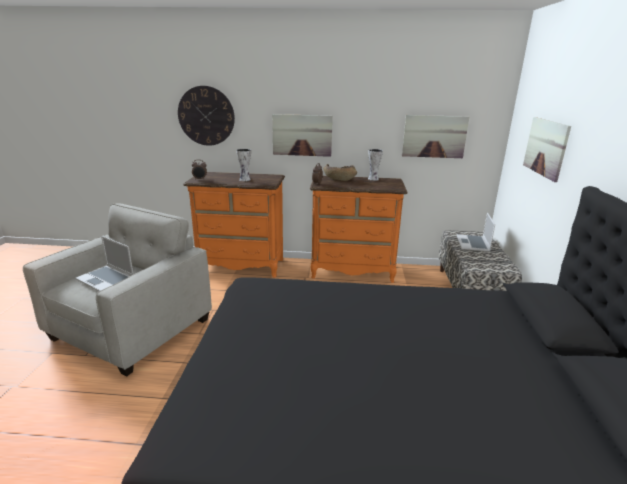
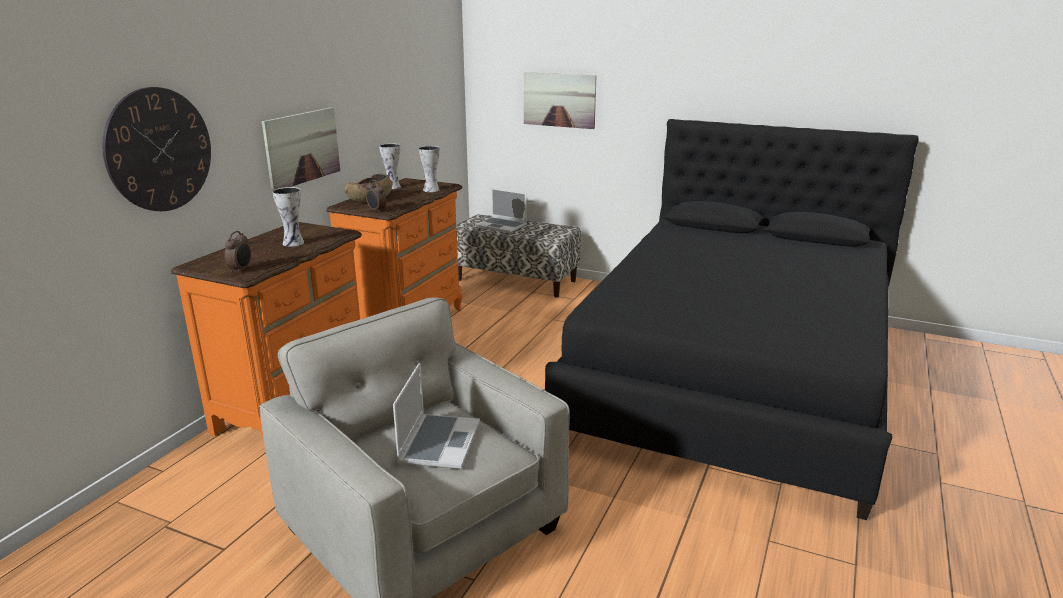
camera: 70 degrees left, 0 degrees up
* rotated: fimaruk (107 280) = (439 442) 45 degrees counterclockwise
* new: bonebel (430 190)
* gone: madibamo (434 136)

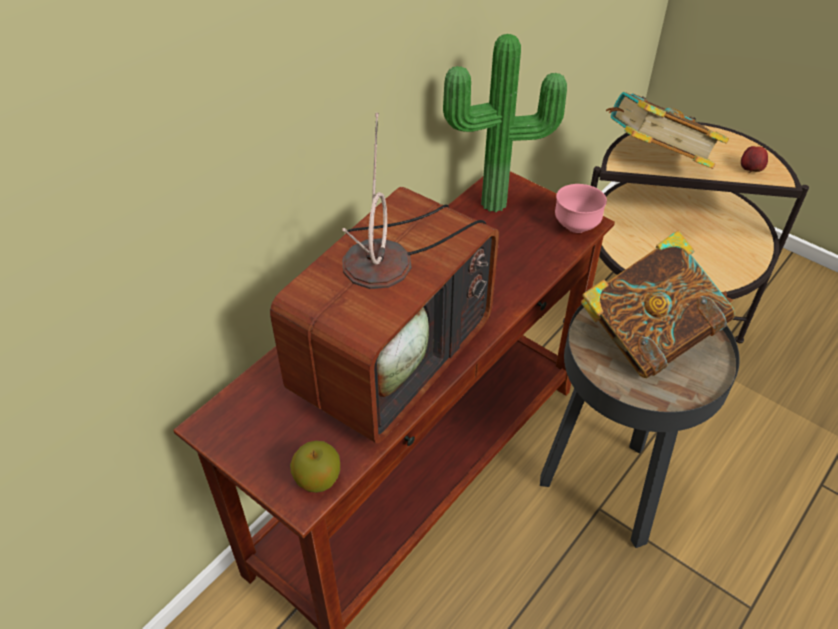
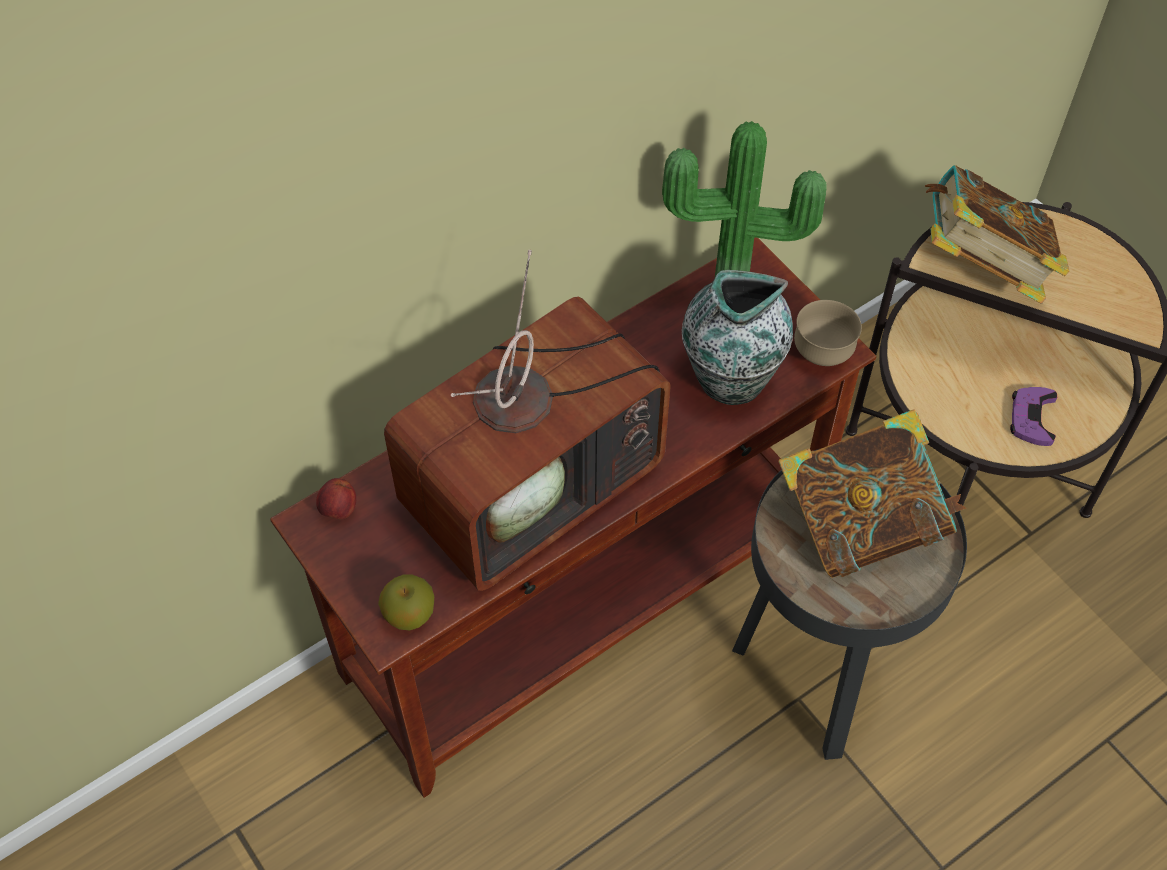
camera: 15 degrees right, 10 degrees up
* shifted: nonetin (750 170) to (339 510)
* new: bonebel (729 380)
* repainted: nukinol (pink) (576 226) to nukinol (brown) (822 352)
* new: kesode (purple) (1031 418)

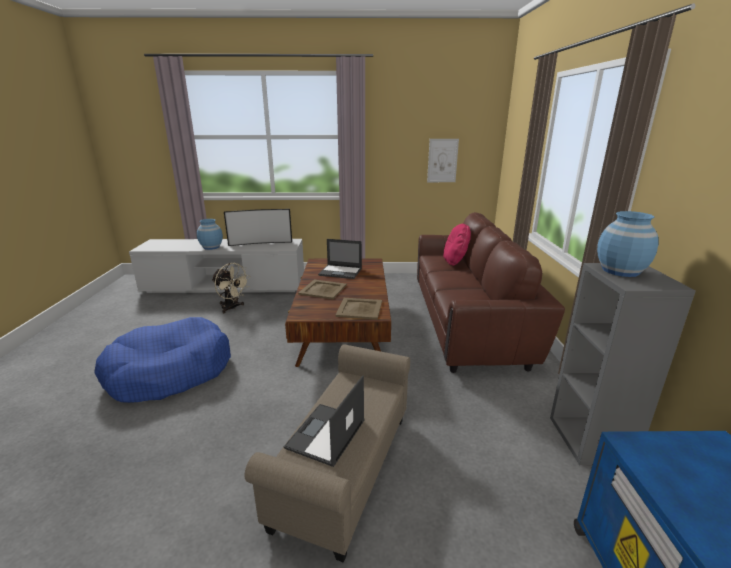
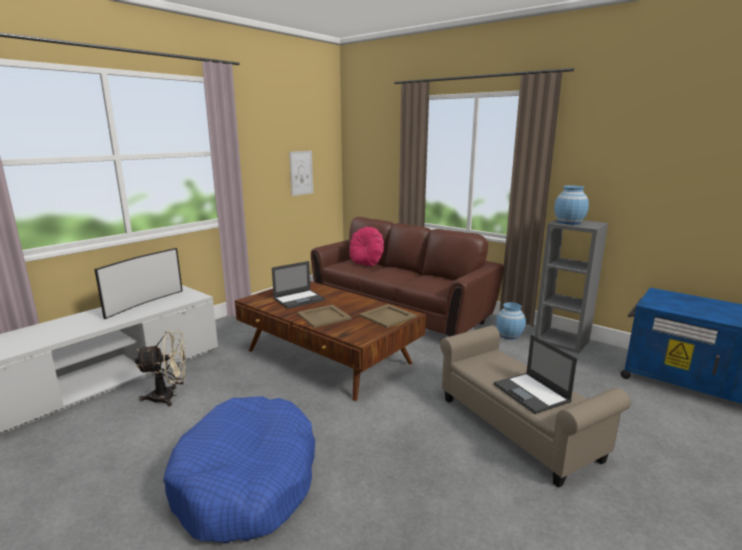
camera: 50 degrees left, 5 degrees down
* shifted: bonebel (blue) (211 247) to (509 335)

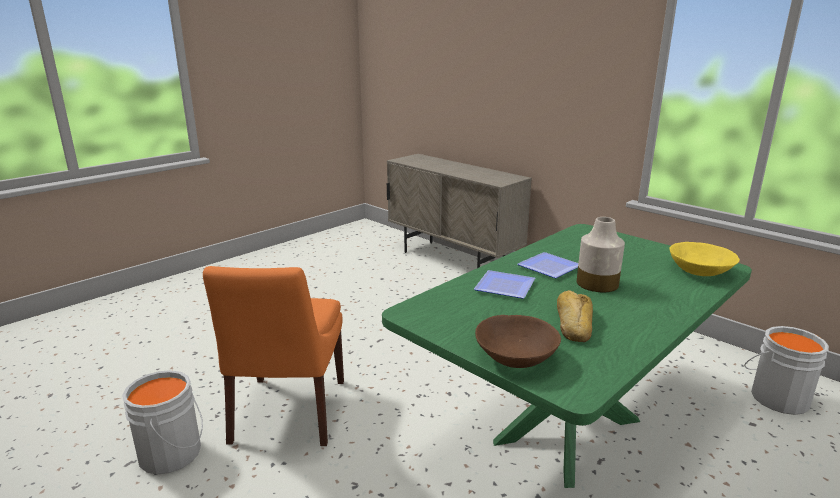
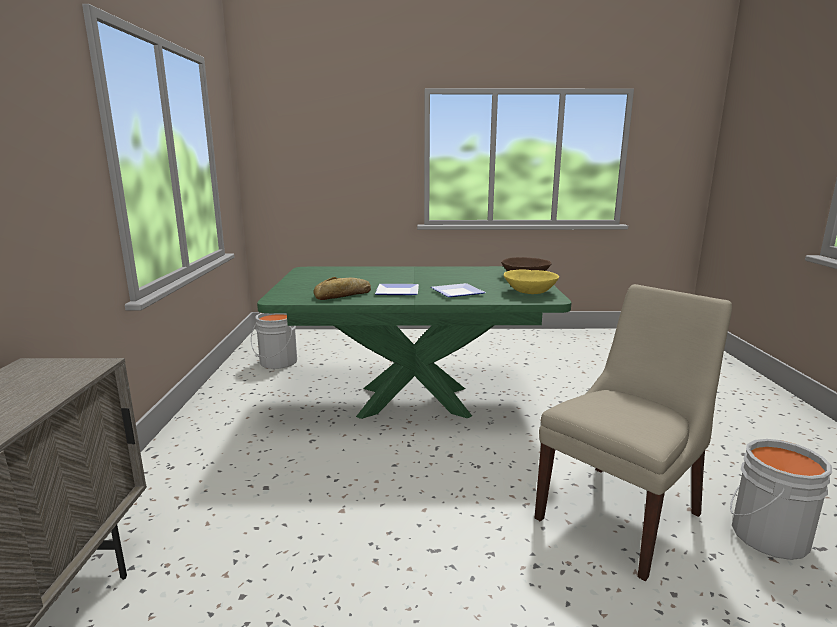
camera: 135 degrees left, 5 degrees down
* shifted: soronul (573 323) to (344 295)
* shifted: nukinol (yellow) (699 272) to (530 292)
* repainted: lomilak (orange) (288 414) to lomilak (beige) (621 514)
* gone: bonebel (beige) (596 283)

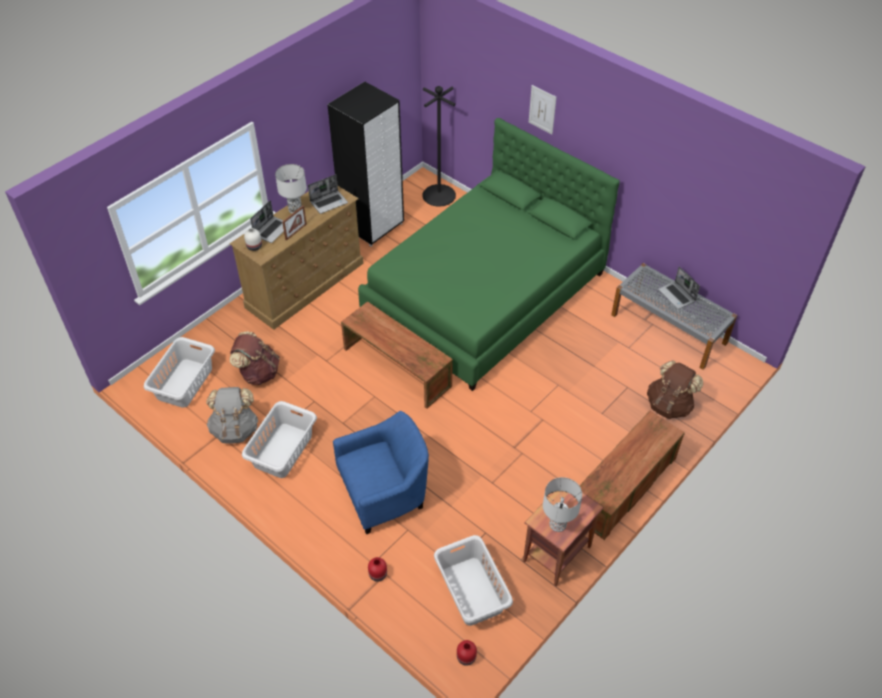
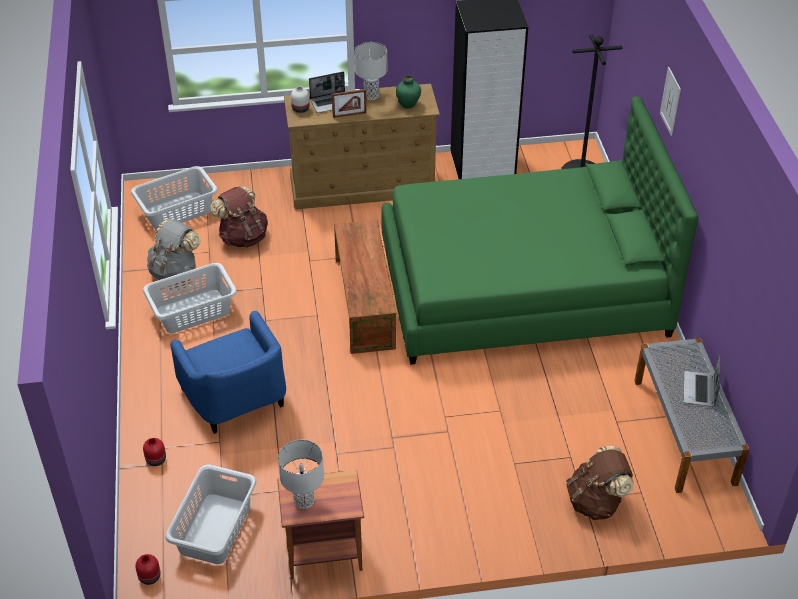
camera: 40 degrees right, 5 degrees down
* rotated: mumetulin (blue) (384 491) = (236 398) 45 degrees clockwise
* swapped: fimaruk (329 202) to bonebel (green) (408 104)
* gone: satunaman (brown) (624 487)

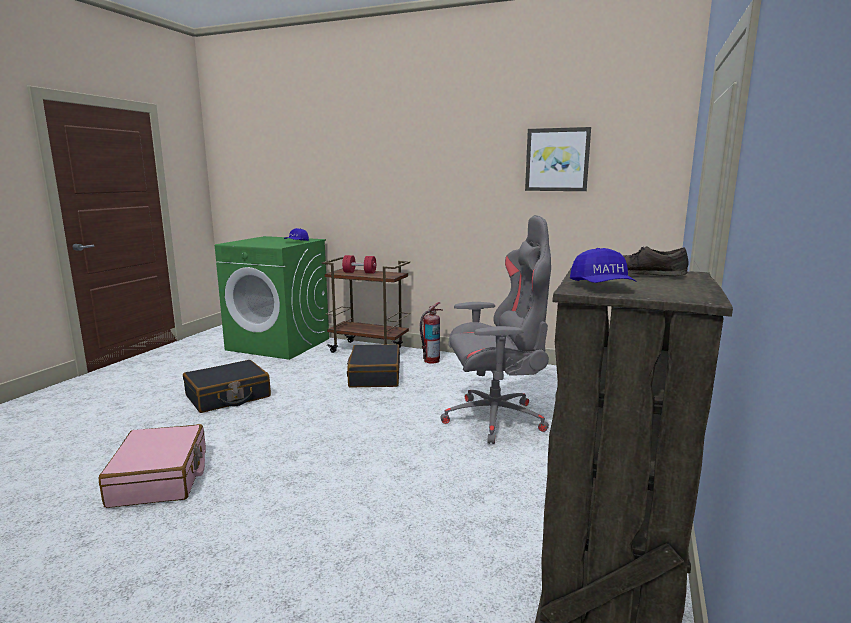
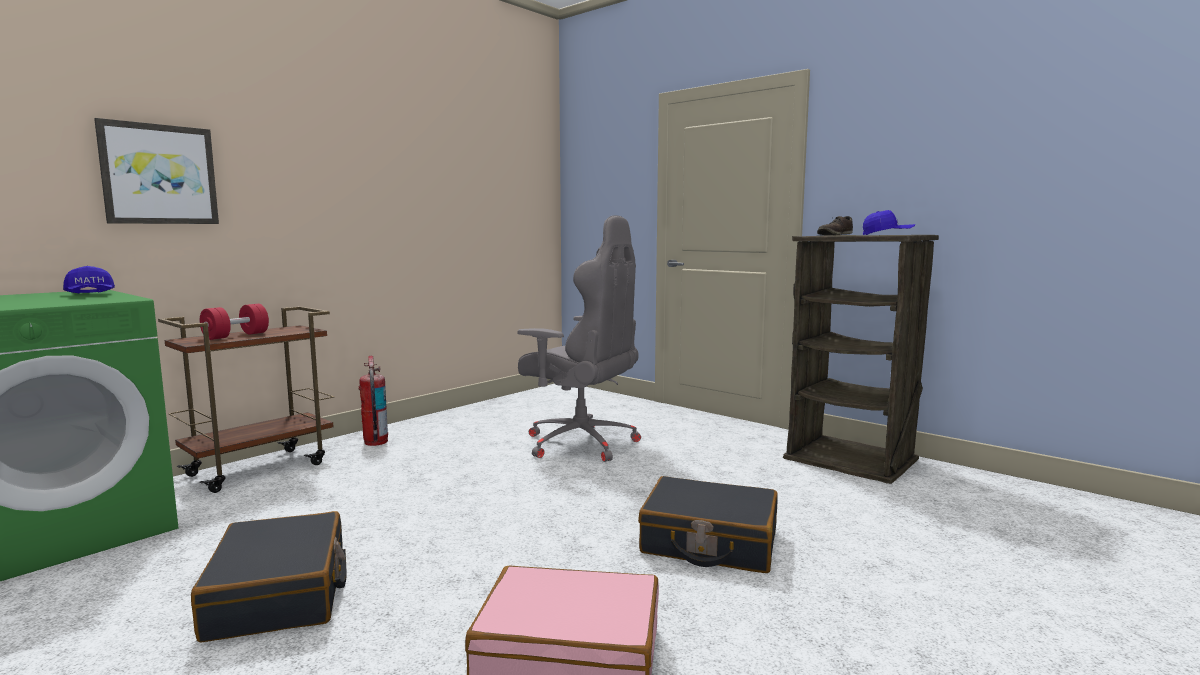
camera: 70 degrees left, 5 degrees down
* shifted: madibamo (557 160) to (159 174)
* rotated: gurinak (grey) (493 419) = (579 443) 105 degrees clockwise
* shifted: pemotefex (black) (374 375) to (709 542)

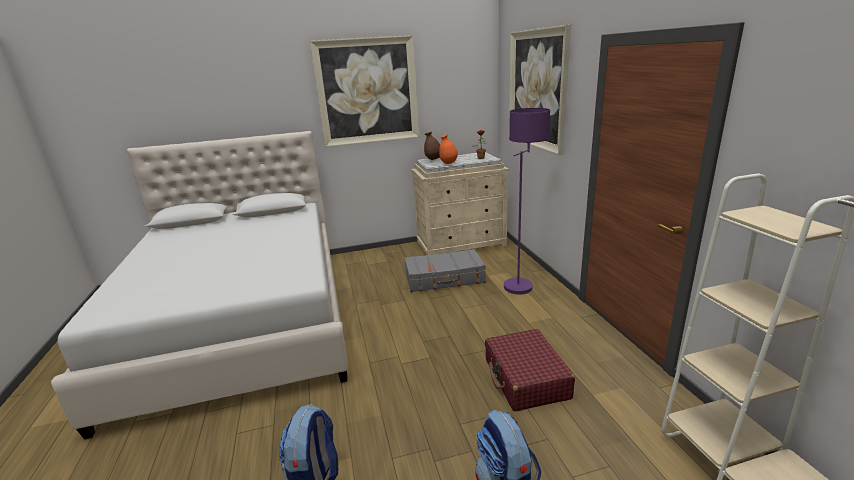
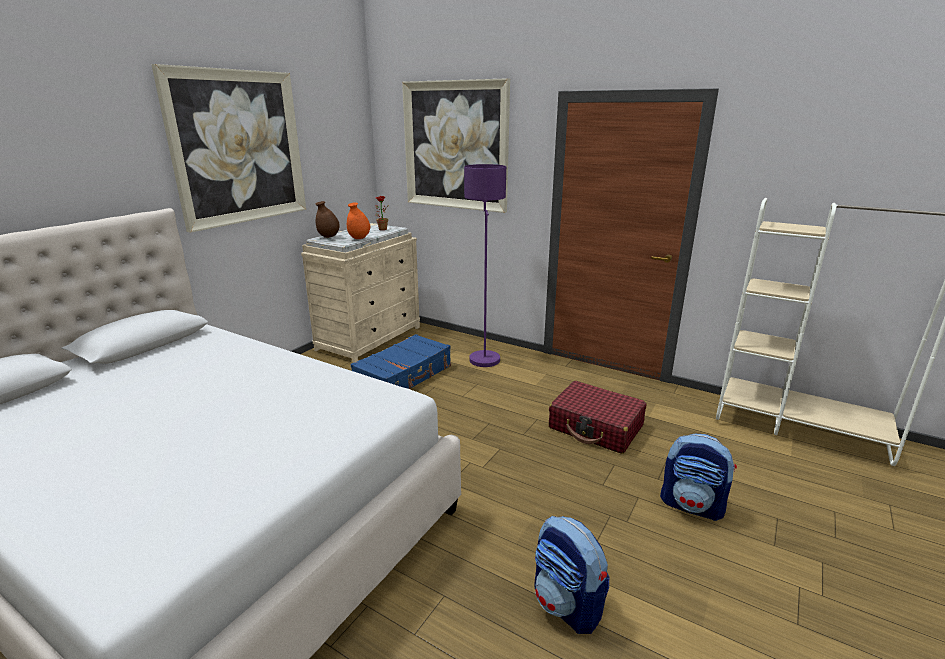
camera: 45 degrees left, 0 degrees up
* repainted: pemotefex (grey) (445 279) to pemotefex (blue) (404 376)

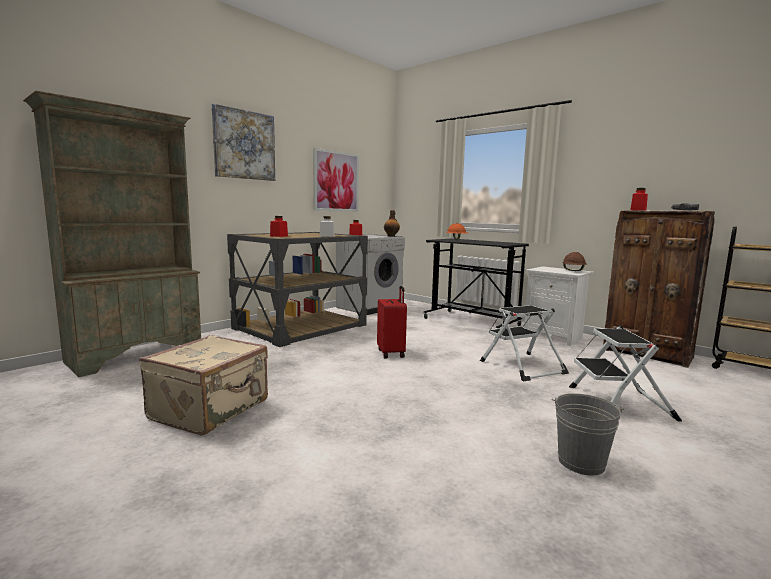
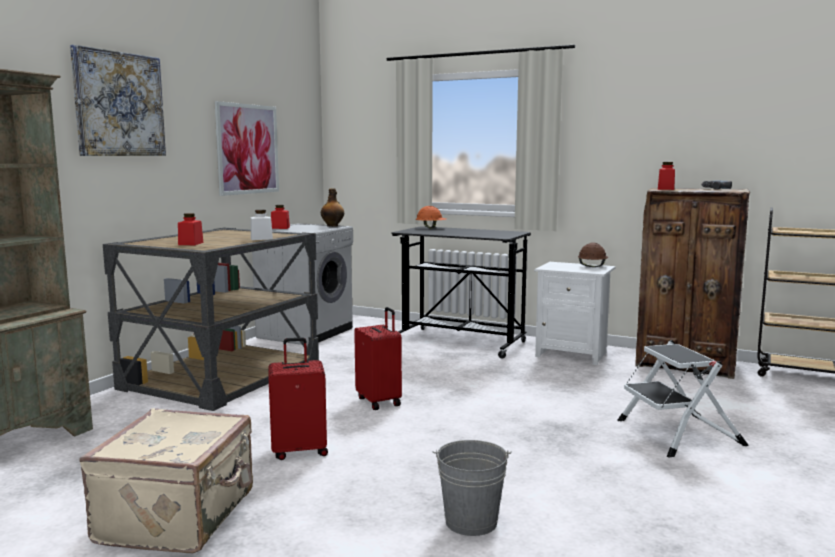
camera: 15 degrees left, 0 degrees up
* new: pemotefex (red) (299 451)
* shifted: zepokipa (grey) (581 462) to (471 522)
* gone: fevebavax (522 365)

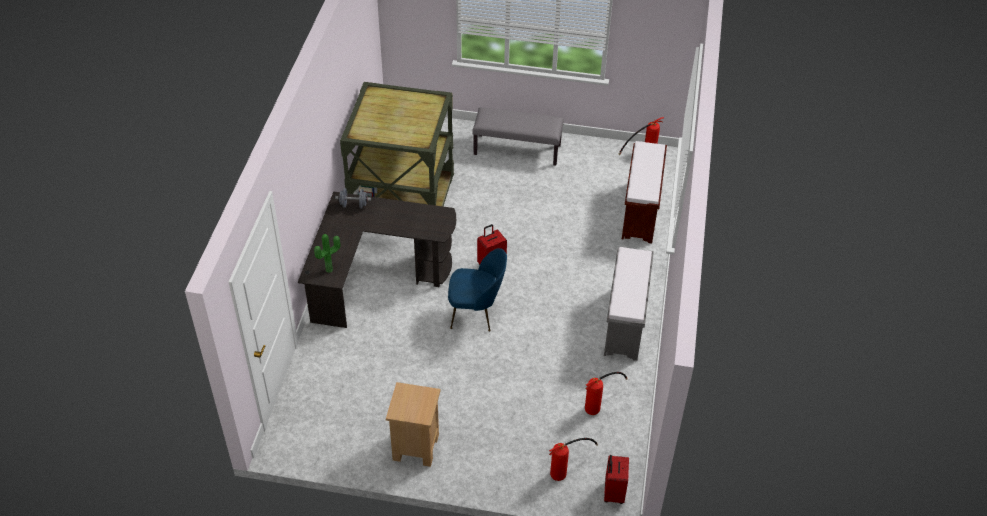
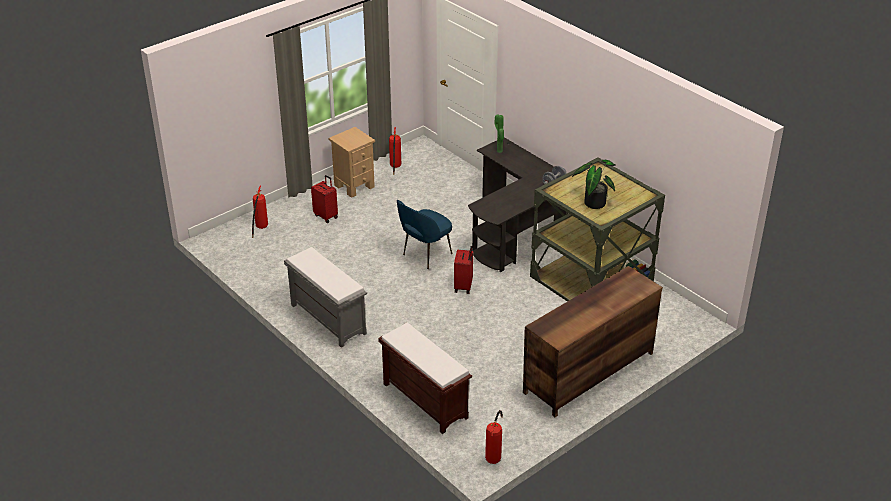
camera: 130 degrees right, 10 degrees down
* shifted: pemotefex (red) (613 492) to (326 216)
* shifted: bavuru (599 405) to (395 168)
* swapped: satunaman (grey) (517 149) to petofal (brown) (587 373)
* new: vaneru (593 202)

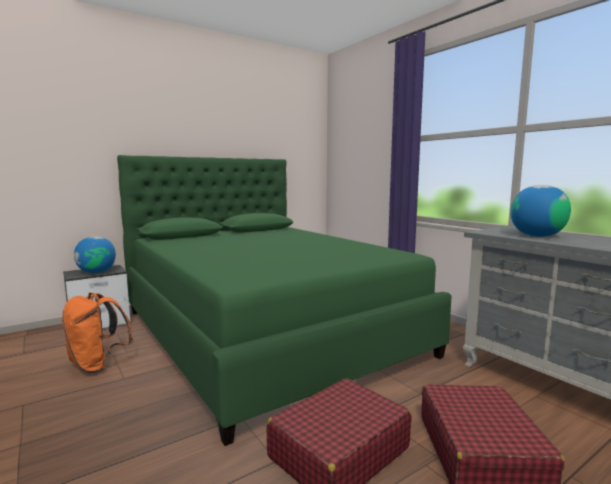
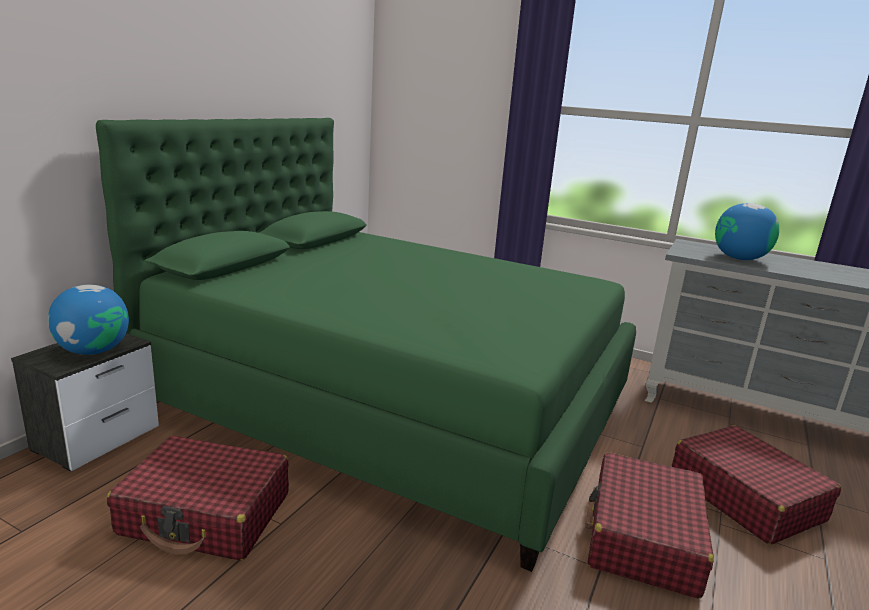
camera: 30 degrees left, 10 degrees up
* swapped: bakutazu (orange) (97 365) to pemotefex (red) (206 514)

